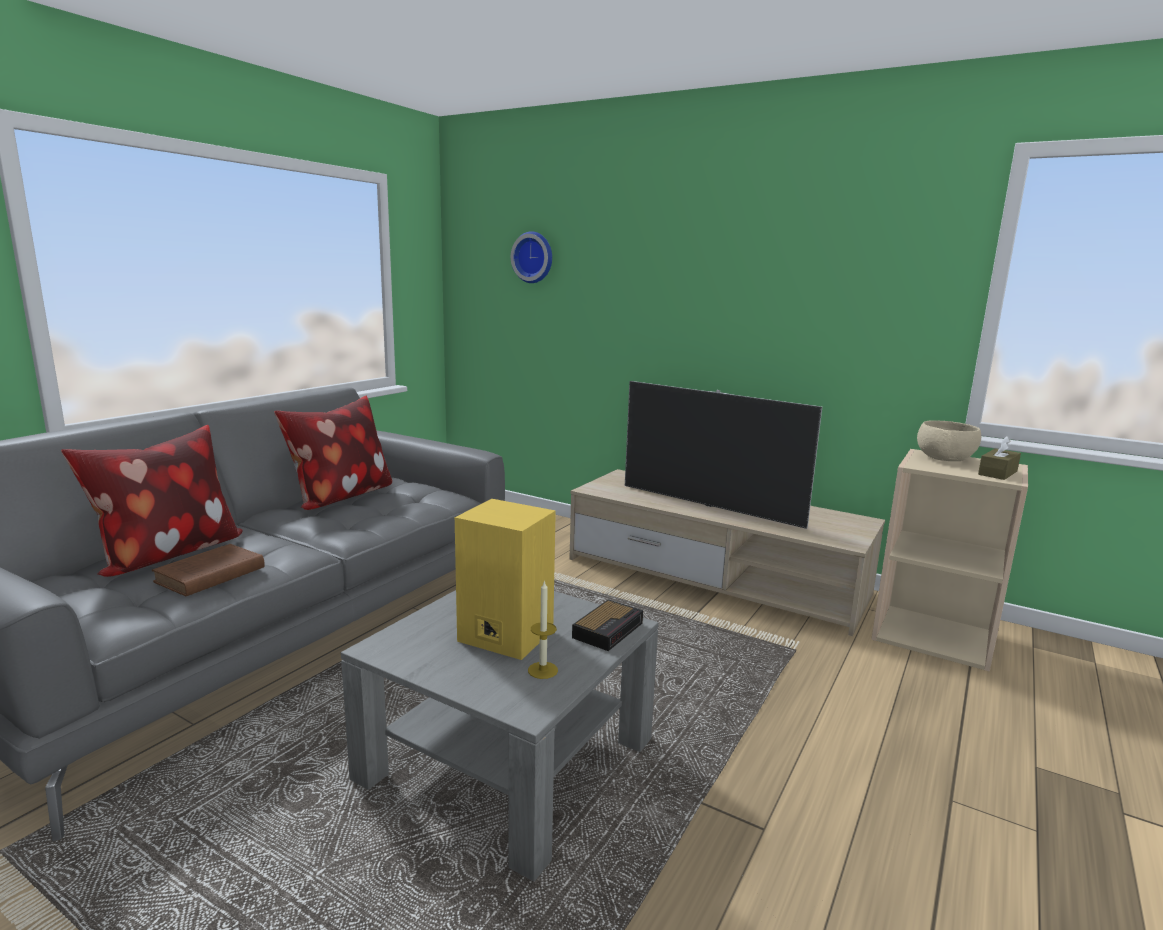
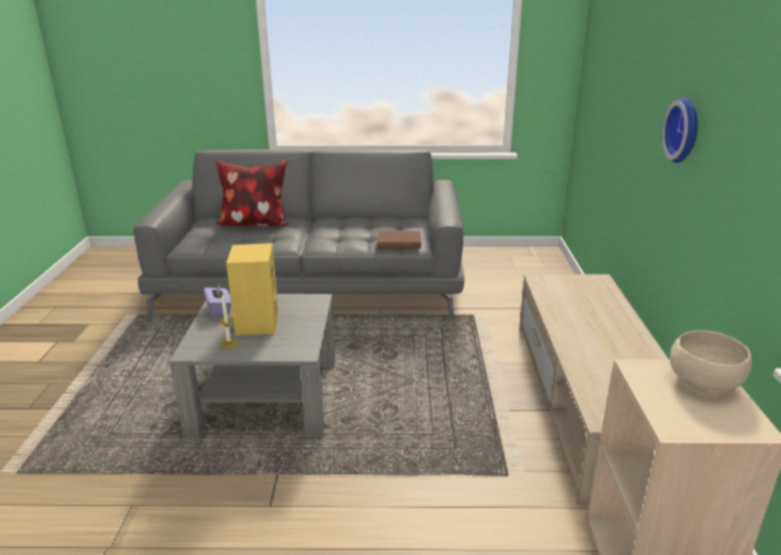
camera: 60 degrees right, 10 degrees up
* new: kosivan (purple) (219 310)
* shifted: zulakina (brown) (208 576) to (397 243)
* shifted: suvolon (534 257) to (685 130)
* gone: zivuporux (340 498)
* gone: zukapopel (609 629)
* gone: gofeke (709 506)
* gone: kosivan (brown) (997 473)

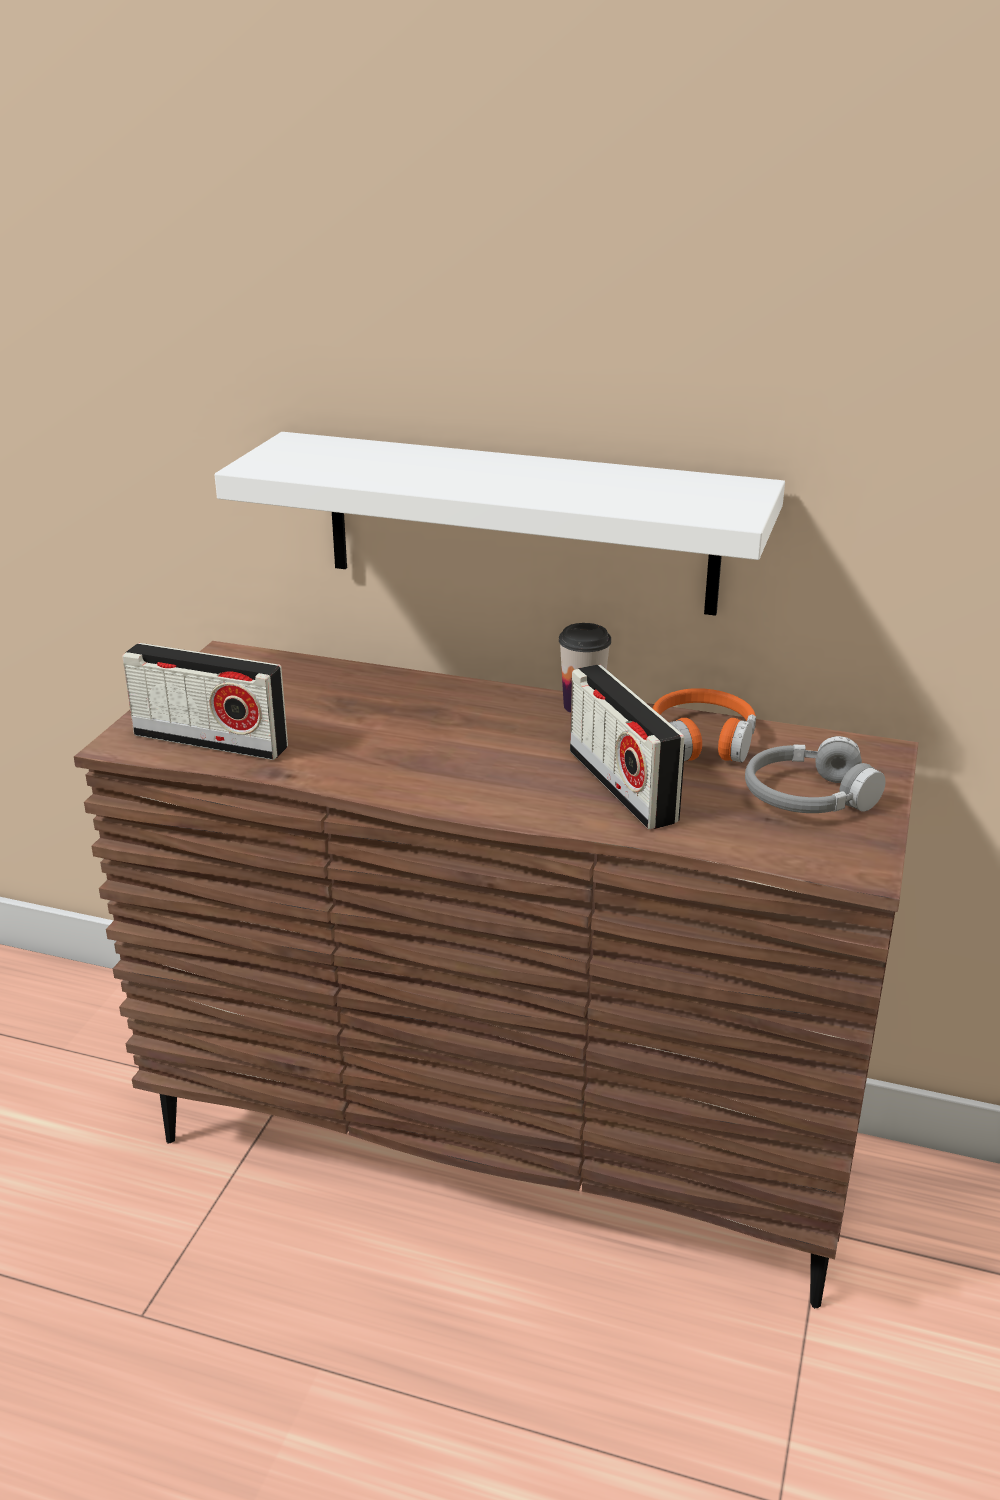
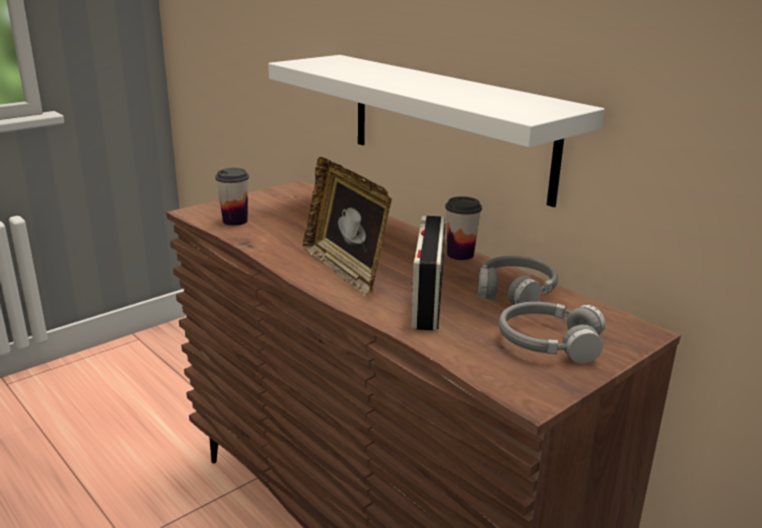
camera: 30 degrees right, 5 degrees down
* swapped: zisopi (210 741) to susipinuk (235 221)
* new: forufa (345 270)
* repainted: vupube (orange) (702 740) to vupube (grey) (515 291)

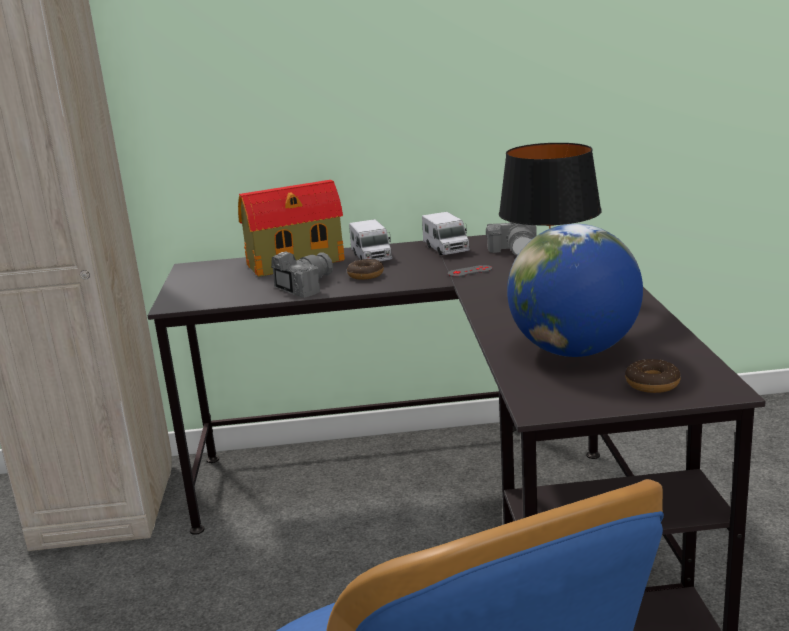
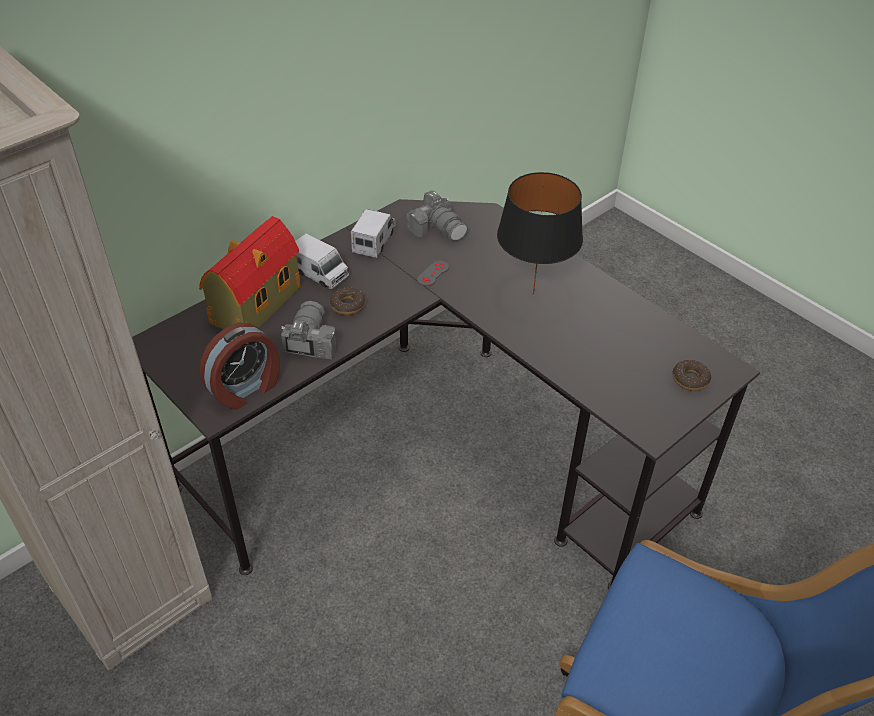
camera: 40 degrees left, 25 degrees up
* new: zukapopel (246 389)
* rotated: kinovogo (446 249) = (374 241) 105 degrees counterclockwise
* gone: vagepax (574 351)

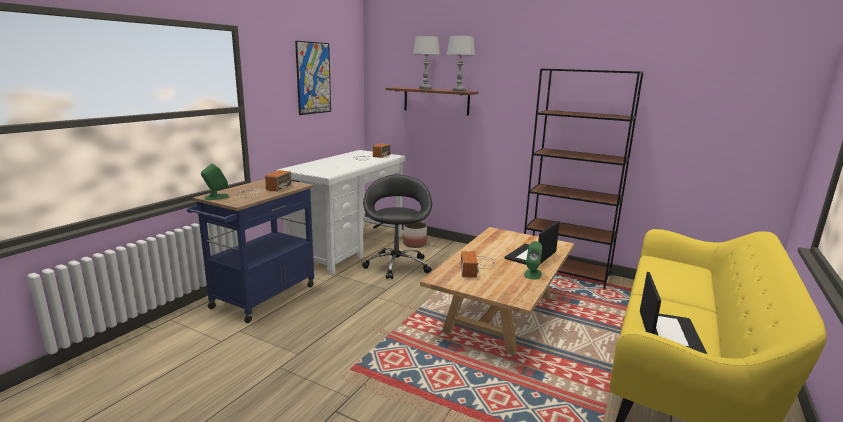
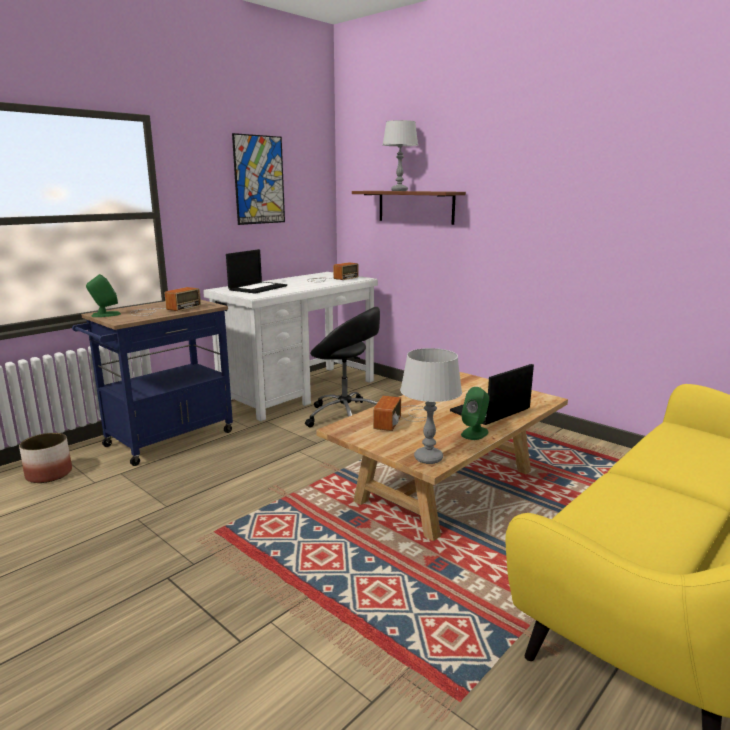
camera: 15 degrees right, 0 degrees up
* shifted: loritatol (415 244) to (49 474)
* shifted: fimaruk (668 332) to (258 288)
* rotated: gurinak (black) (397 265) = (346 416) 105 degrees clockwise
* shifted: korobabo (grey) (458 91) to (428 458)
* gone: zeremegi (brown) (565 272)

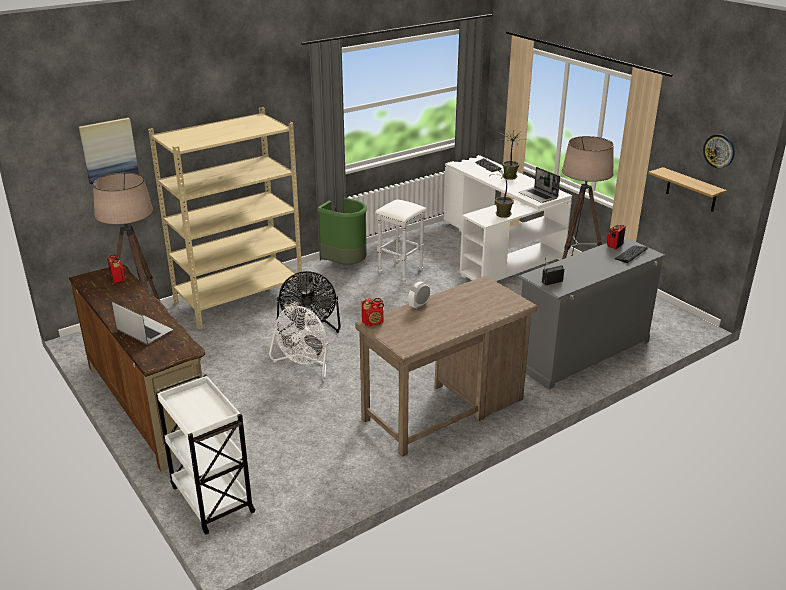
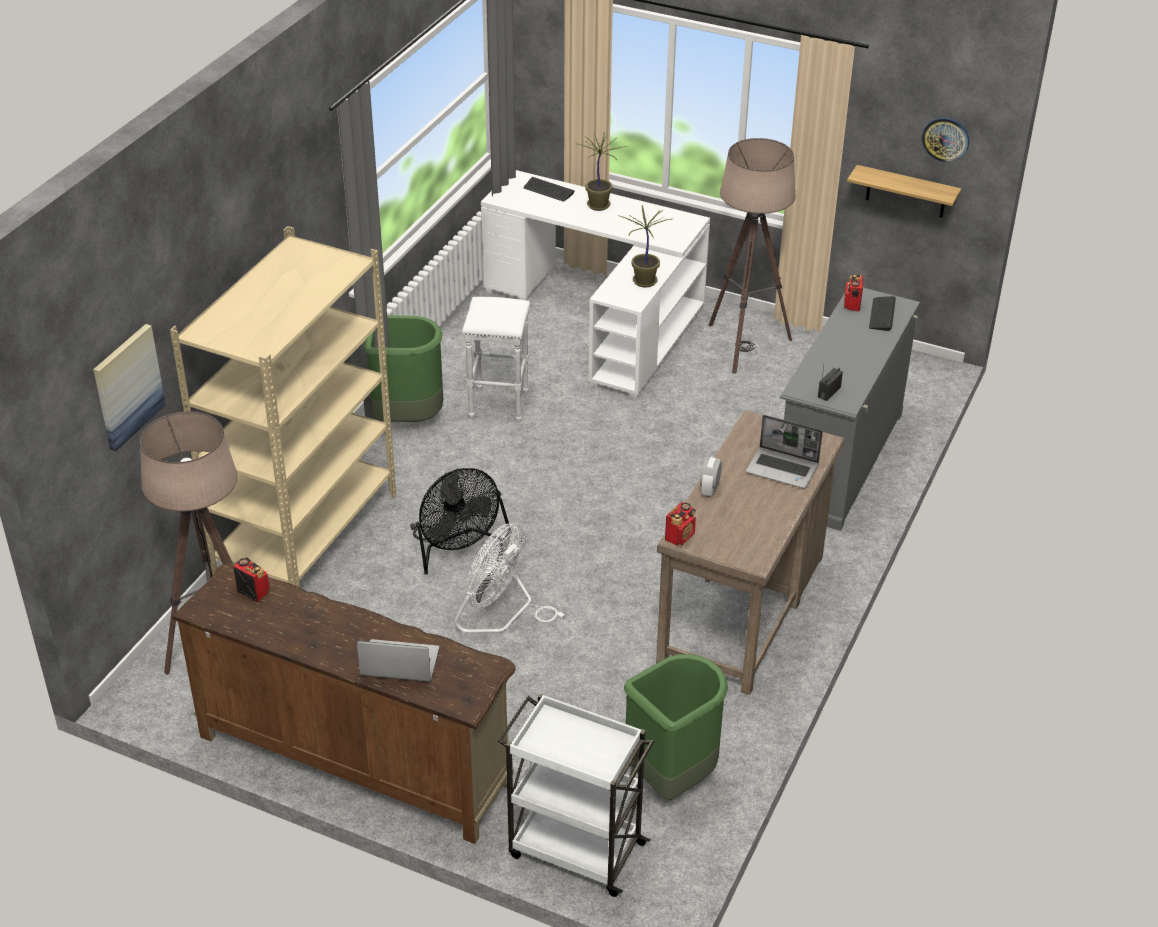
camera: 30 degrees left, 10 degrees up
* rotated: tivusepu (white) (304 364) = (507 610) 120 degrees clockwise
* new: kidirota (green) (672 777)
* shifted: fimaruk (538 196) to (783 469)

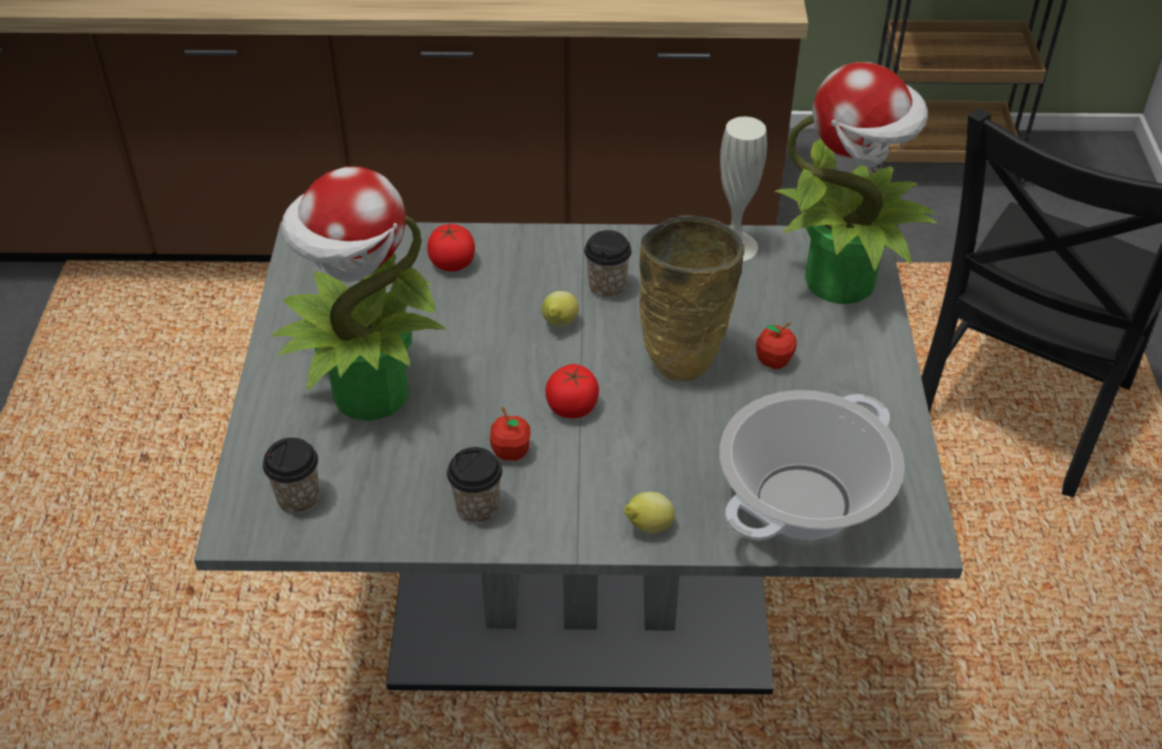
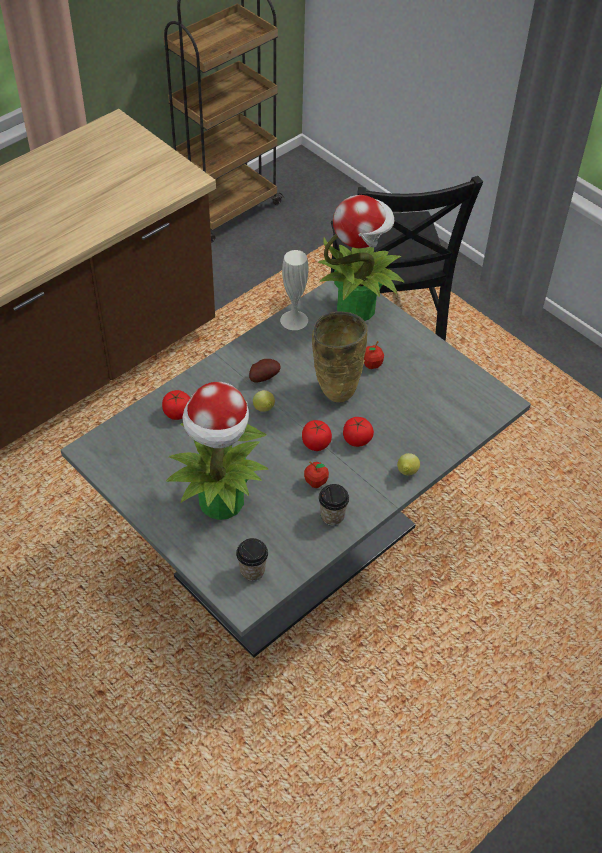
camera: 45 degrees left, 5 degrees up
* swapped: susipinuk (607 287) to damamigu (263 377)
* new: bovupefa (357 439)
* gone: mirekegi (802 501)

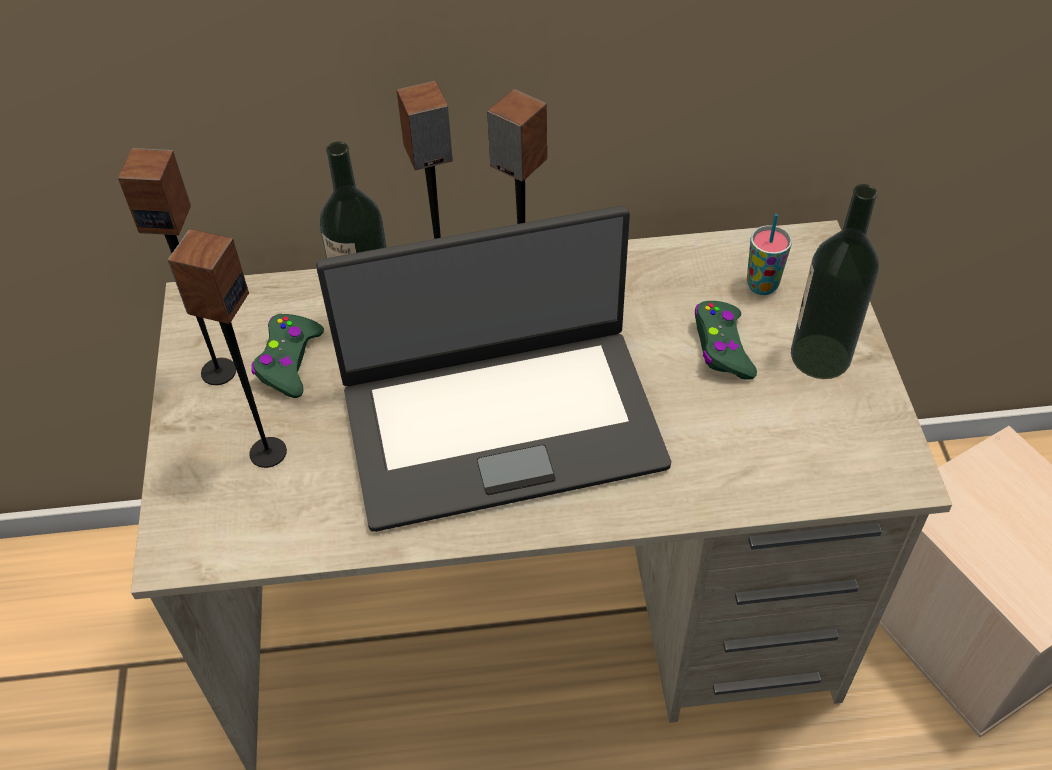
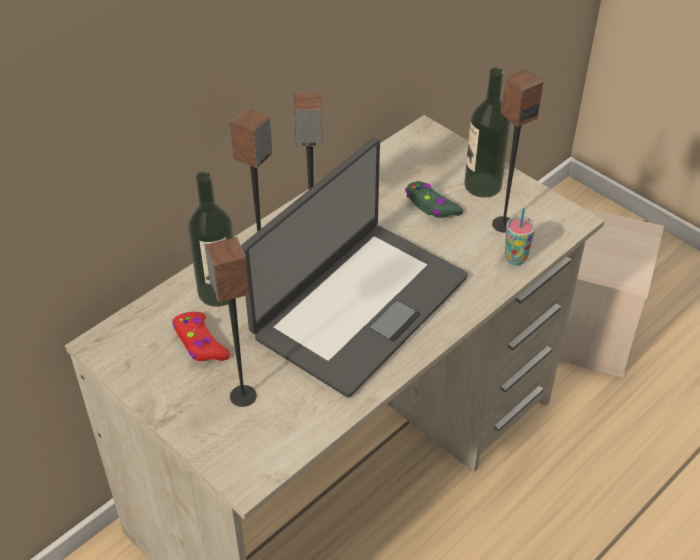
camera: 40 degrees left, 5 degrees down
* repainted: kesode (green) (289 362) to kesode (red) (200 343)
* shifted: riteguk (219 371) to (503 224)
* shifted: susipinuk (762 285) to (515 258)

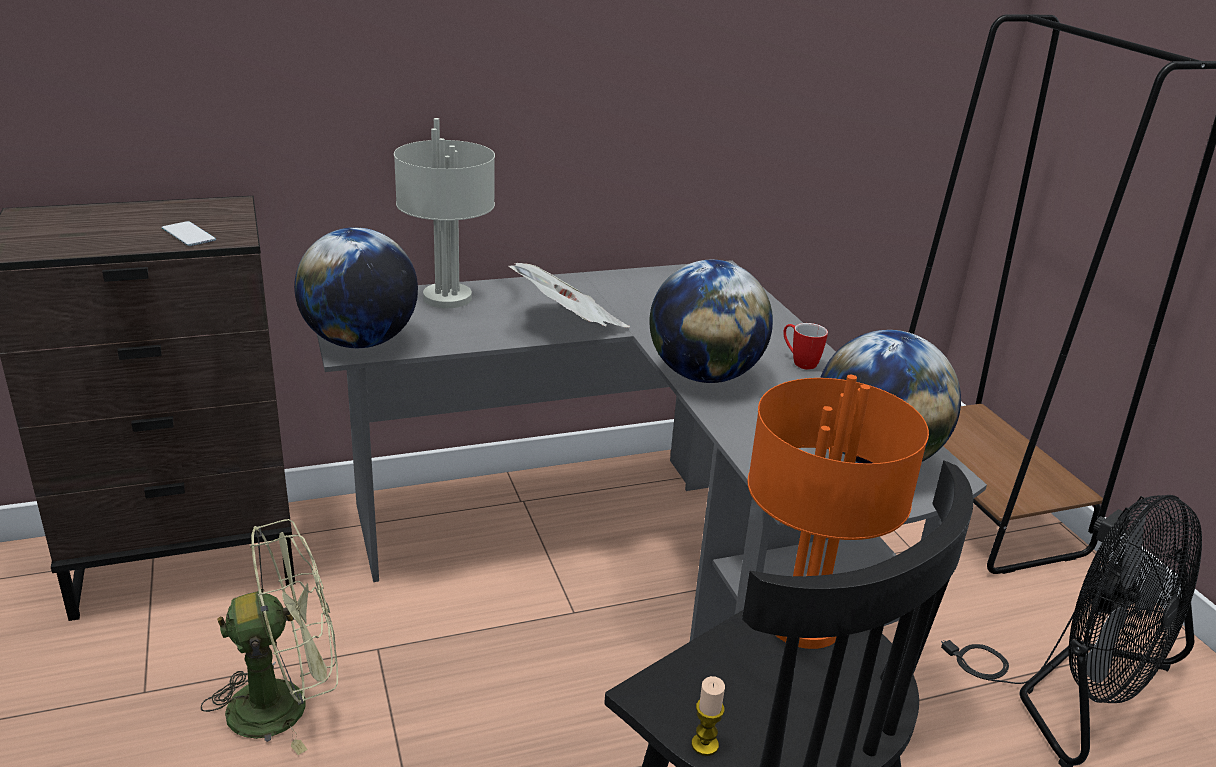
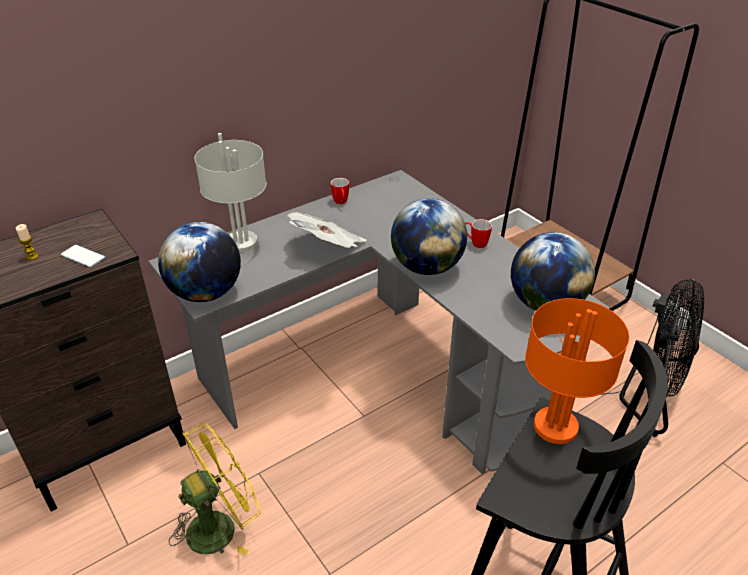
camera: 15 degrees left, 10 degrees up
* shifted: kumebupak (704 745) to (32 256)
* repainted: tivusepu (green) (286 703) to tivusepu (yellow) (220 525)
* new: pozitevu (341 203)

